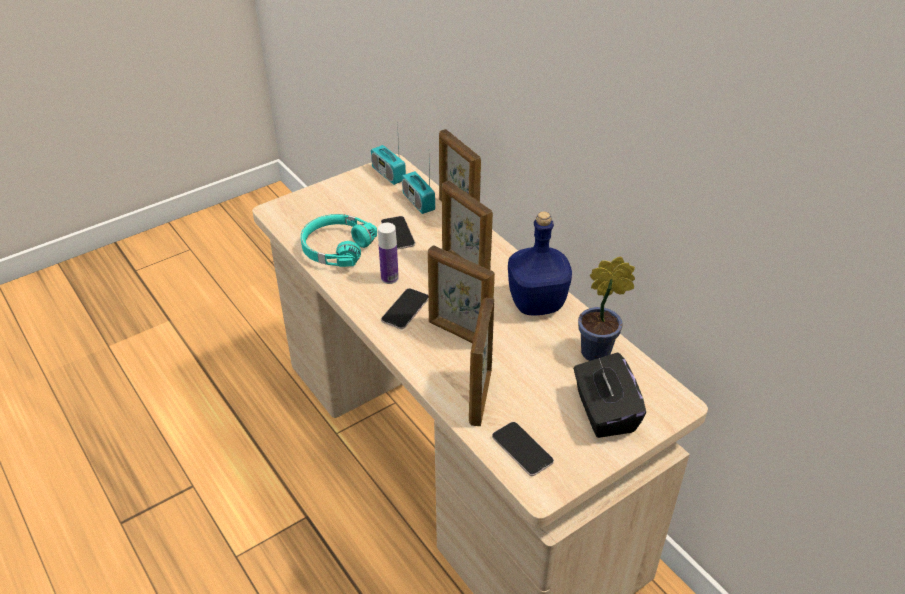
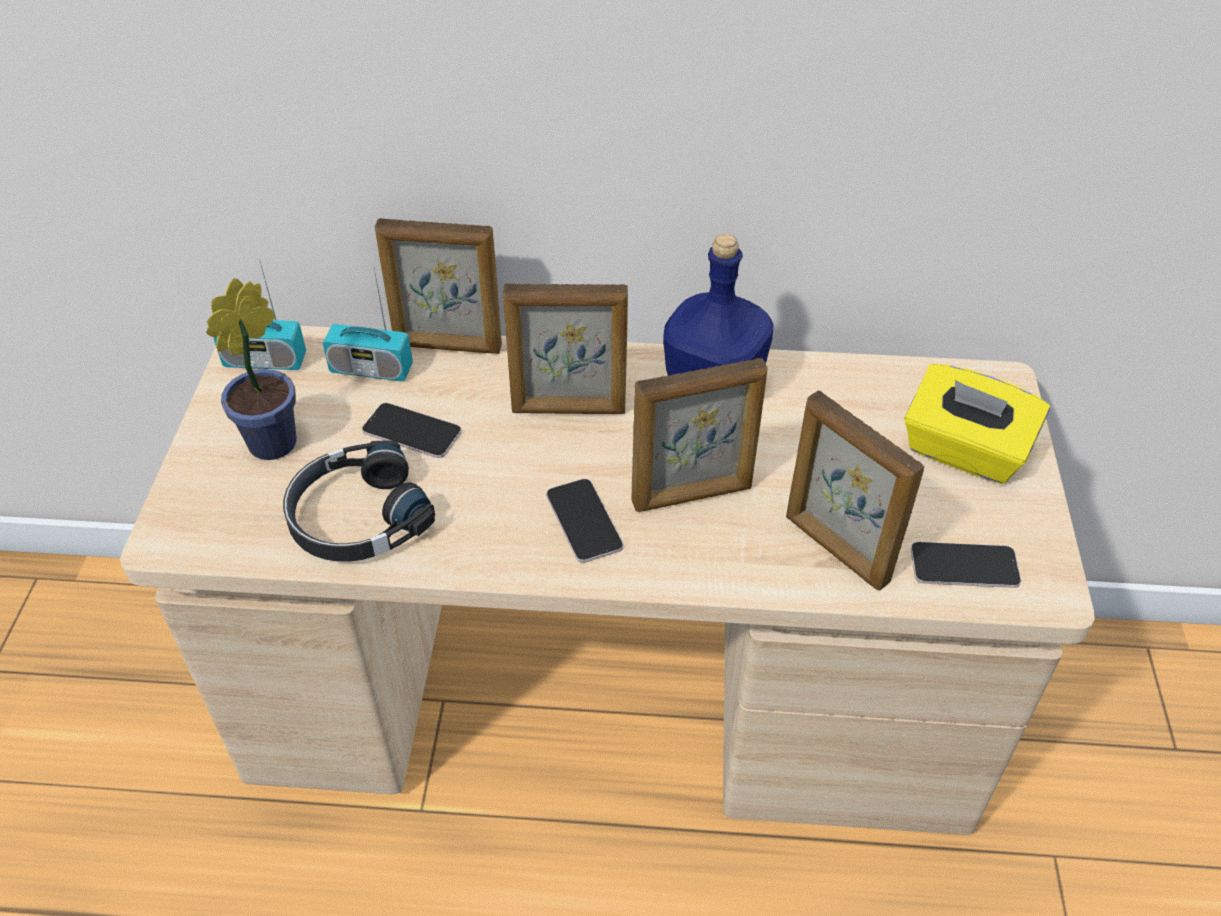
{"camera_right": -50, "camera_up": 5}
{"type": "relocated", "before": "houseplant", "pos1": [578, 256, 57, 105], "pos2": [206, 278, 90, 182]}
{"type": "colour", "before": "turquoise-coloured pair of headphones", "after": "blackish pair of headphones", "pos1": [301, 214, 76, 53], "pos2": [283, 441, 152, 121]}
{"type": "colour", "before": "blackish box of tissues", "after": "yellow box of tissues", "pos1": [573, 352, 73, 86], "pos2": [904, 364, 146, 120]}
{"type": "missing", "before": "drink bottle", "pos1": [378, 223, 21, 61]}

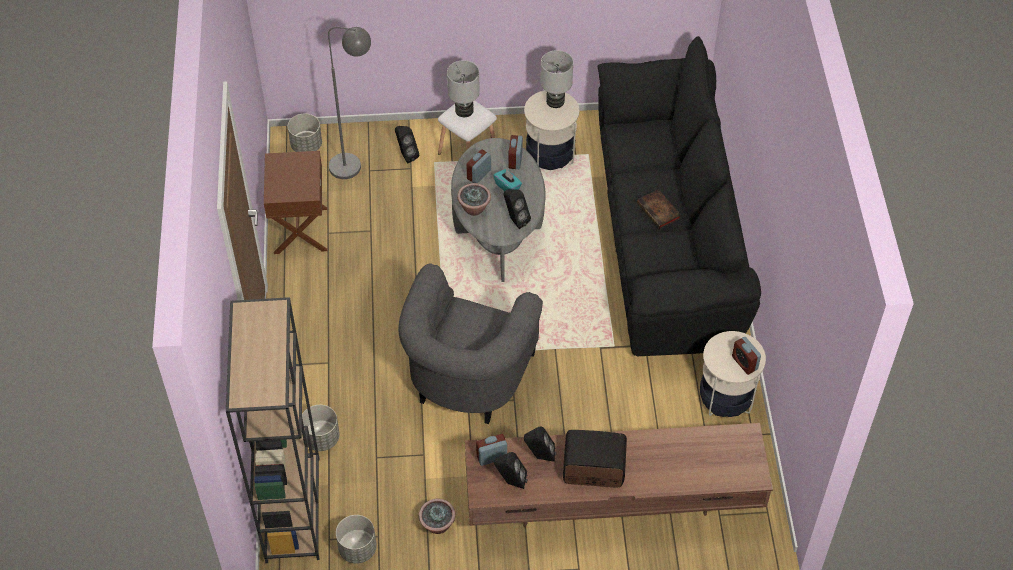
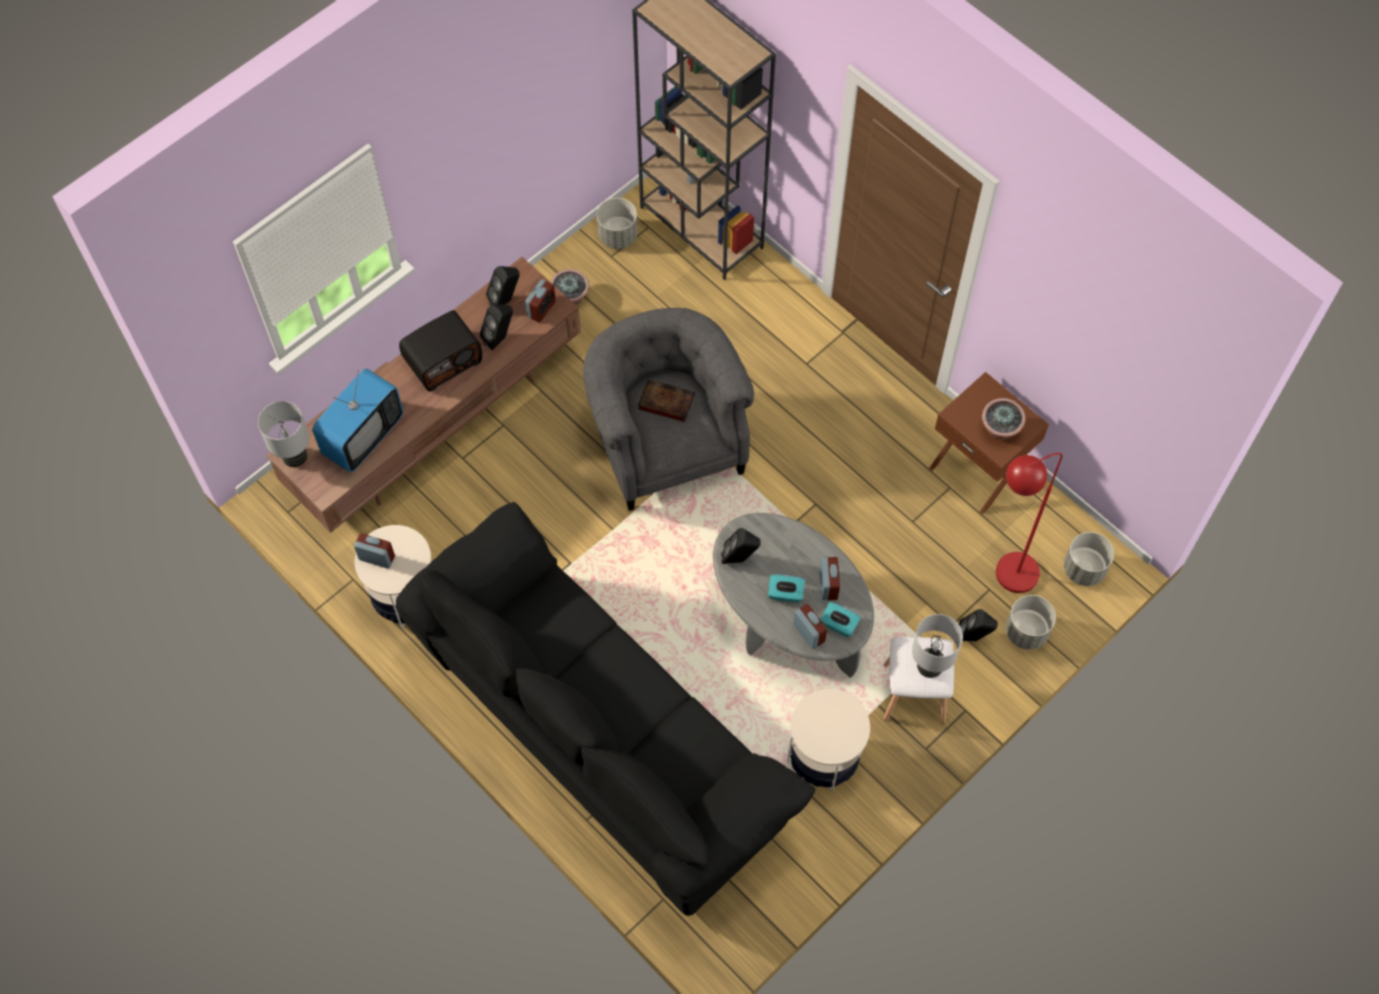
{"camera_right": 140, "camera_up": 10}
{"type": "relocated", "before": "gray lamp for a table", "pos1": [540, 50, 33, 58], "pos2": [258, 401, 51, 66]}
{"type": "appeared", "after": "TV", "pos2": [312, 369, 92, 104]}
{"type": "relocated", "before": "book", "pos1": [637, 189, 44, 40], "pos2": [638, 379, 57, 43]}
{"type": "appeared", "after": "turquoise-coloured box of tissues", "pos2": [820, 602, 41, 35]}
{"type": "relocated", "before": "houseplant", "pos1": [457, 183, 34, 33], "pos2": [982, 398, 44, 41]}
{"type": "colour", "before": "gray floor lamp", "after": "red floor lamp", "pos1": [328, 27, 43, 152], "pos2": [996, 452, 67, 141]}
{"type": "relocated", "before": "gray planter", "pos1": [302, 405, 38, 46], "pos2": [1006, 595, 50, 55]}

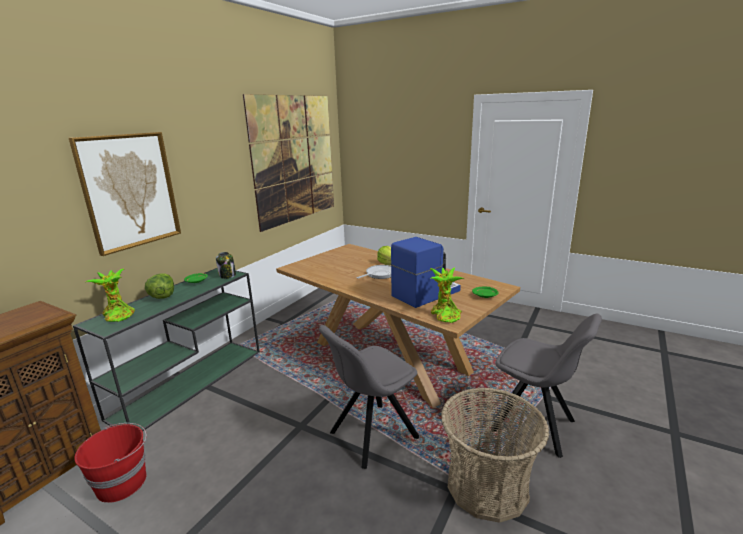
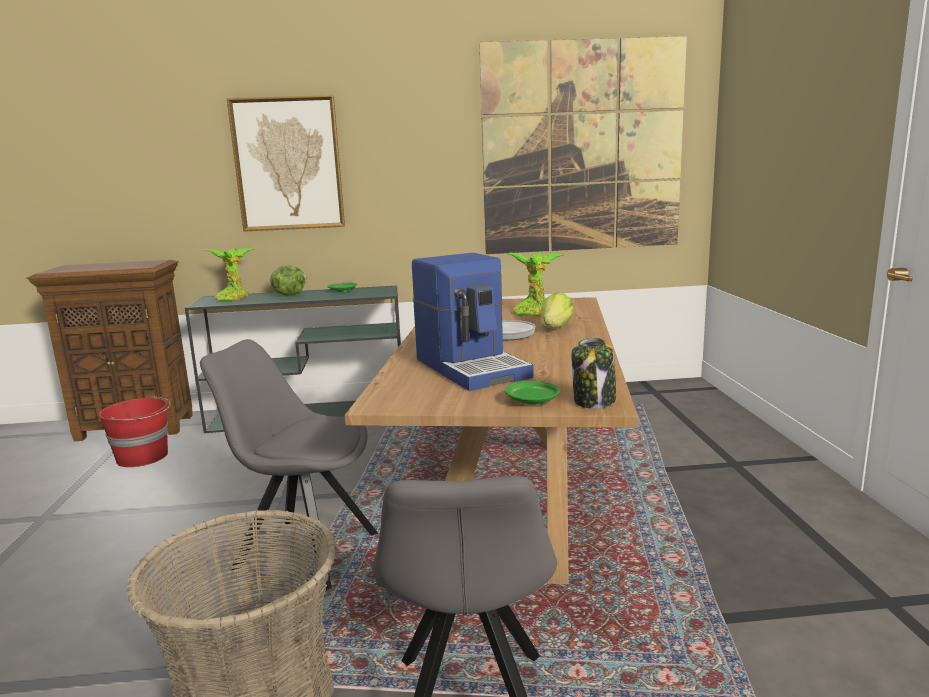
{"camera_right": 55, "camera_up": -5}
{"type": "spun", "before": "coffee machine", "pos1": [391, 237, 70, 71], "pos2": [412, 253, 122, 138], "turn": 45}
{"type": "relocated", "before": "houseplant", "pos1": [430, 267, 35, 56], "pos2": [507, 252, 57, 64]}
{"type": "relocated", "before": "jar", "pos1": [216, 252, 20, 27], "pos2": [572, 338, 44, 71]}

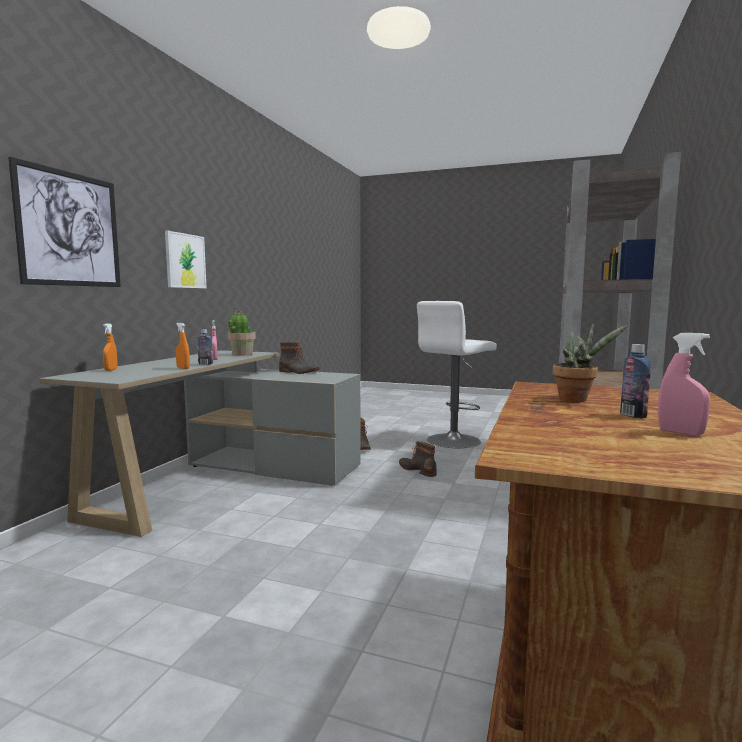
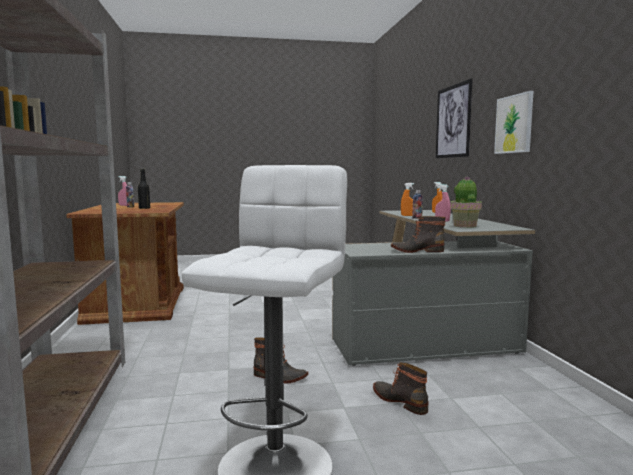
{"camera_right": 150, "camera_up": 0}
{"type": "exchanged", "before": "houseplant", "after": "blackish drink bottle", "pos1": [553, 323, 75, 79], "pos2": [138, 169, 12, 40]}

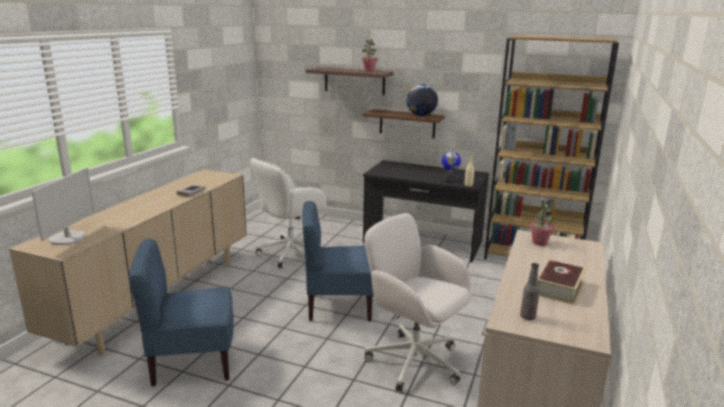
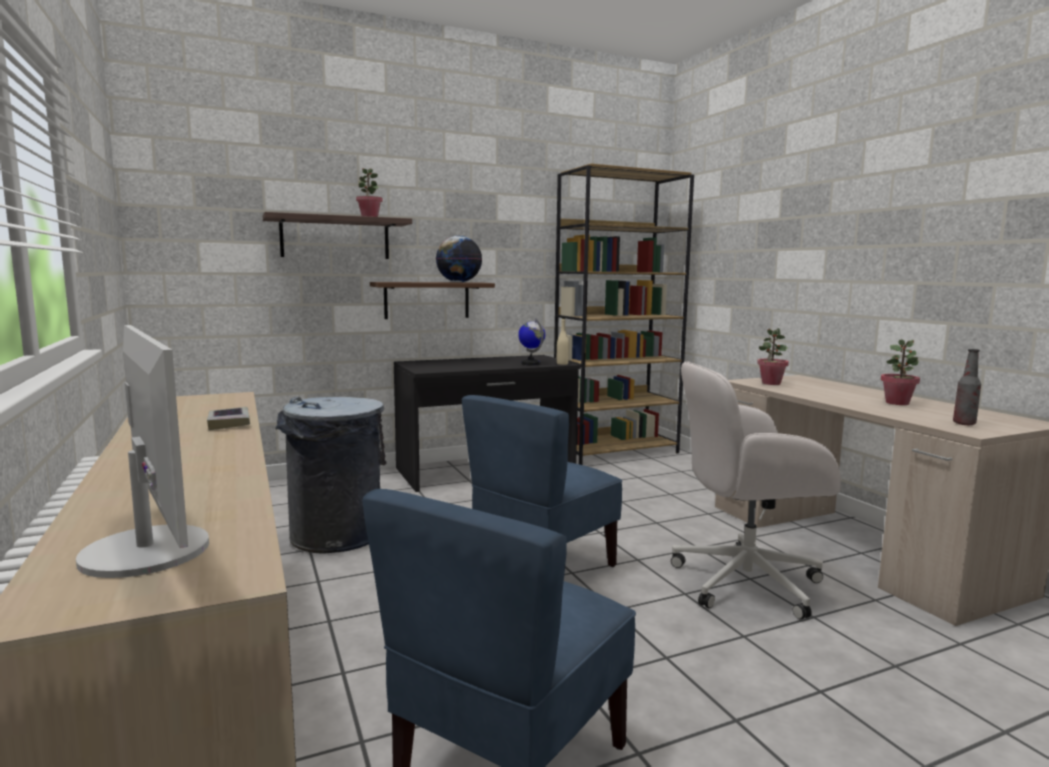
{"camera_right": -45, "camera_up": -10}
{"type": "exchanged", "before": "whitish desk chair", "after": "gray rubbish bin", "pos1": [250, 158, 77, 110], "pos2": [275, 397, 111, 156]}
{"type": "exchanged", "before": "book", "after": "houseplant", "pos1": [537, 260, 49, 45], "pos2": [881, 339, 39, 66]}

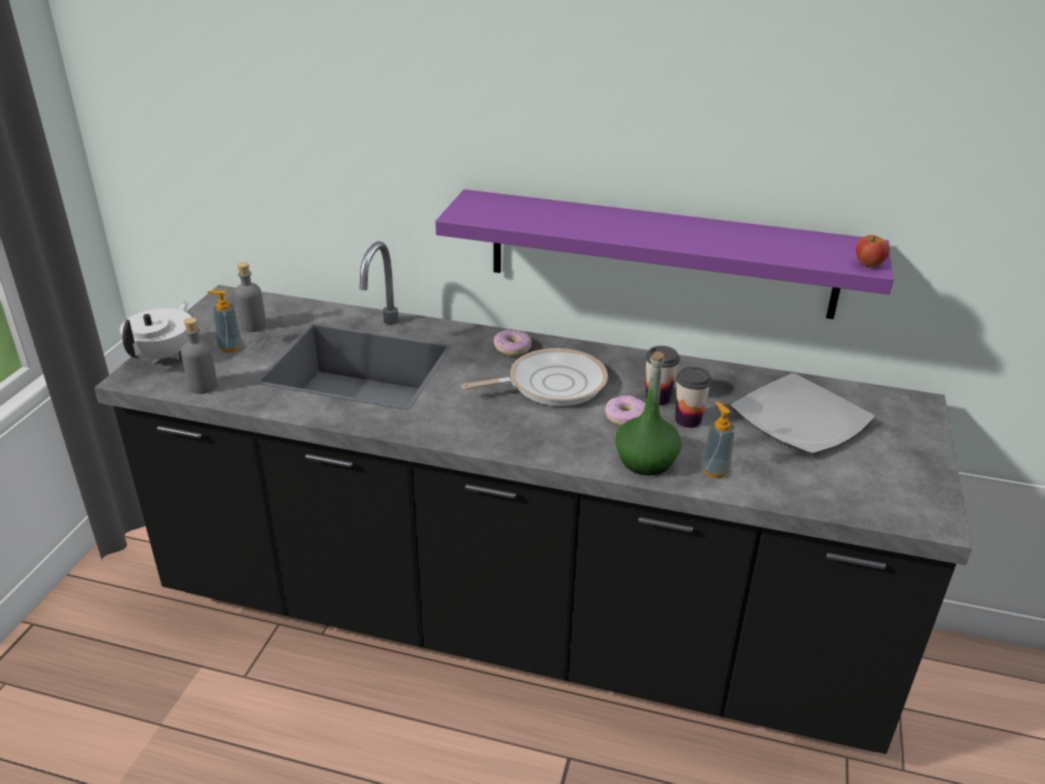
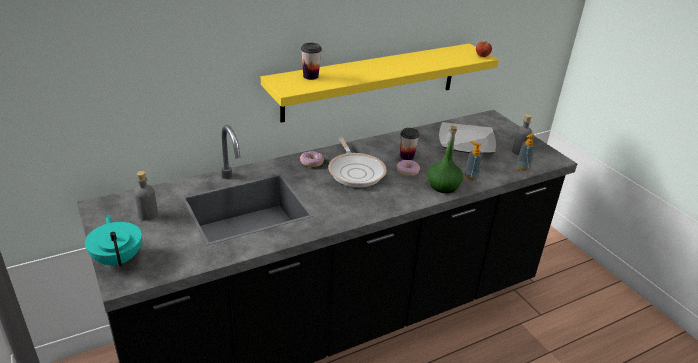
{"camera_right": -45, "camera_up": 0}
{"type": "colour", "before": "whitish pot for tea", "after": "turquoise-coloured pot for tea", "pos1": [120, 301, 72, 63], "pos2": [85, 215, 57, 52]}
{"type": "colour", "before": "purplish bracket shelf", "after": "yellow bracket shelf", "pos1": [435, 189, 458, 130], "pos2": [261, 44, 238, 79]}
{"type": "relocated", "before": "drinking cup", "pos1": [675, 366, 37, 62], "pos2": [301, 43, 21, 37]}
{"type": "spun", "before": "frying pan", "pos1": [462, 348, 146, 58], "pos2": [328, 137, 58, 50], "turn": 135}
{"type": "relocated", "before": "gray drink bottle", "pos1": [181, 318, 37, 76], "pos2": [512, 114, 20, 41]}
{"type": "relocated", "before": "liquid soap bottle", "pos1": [208, 291, 34, 62], "pos2": [517, 133, 18, 37]}

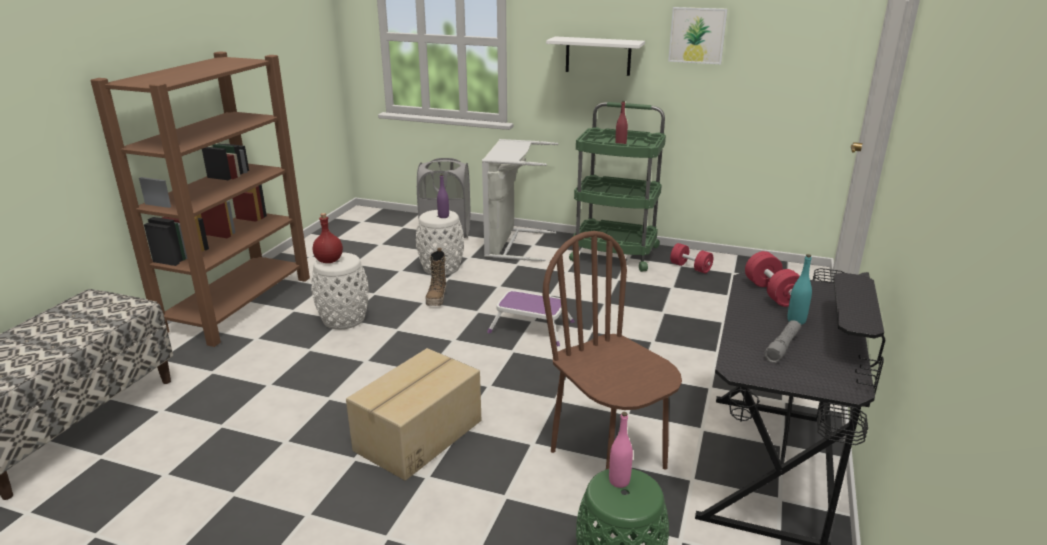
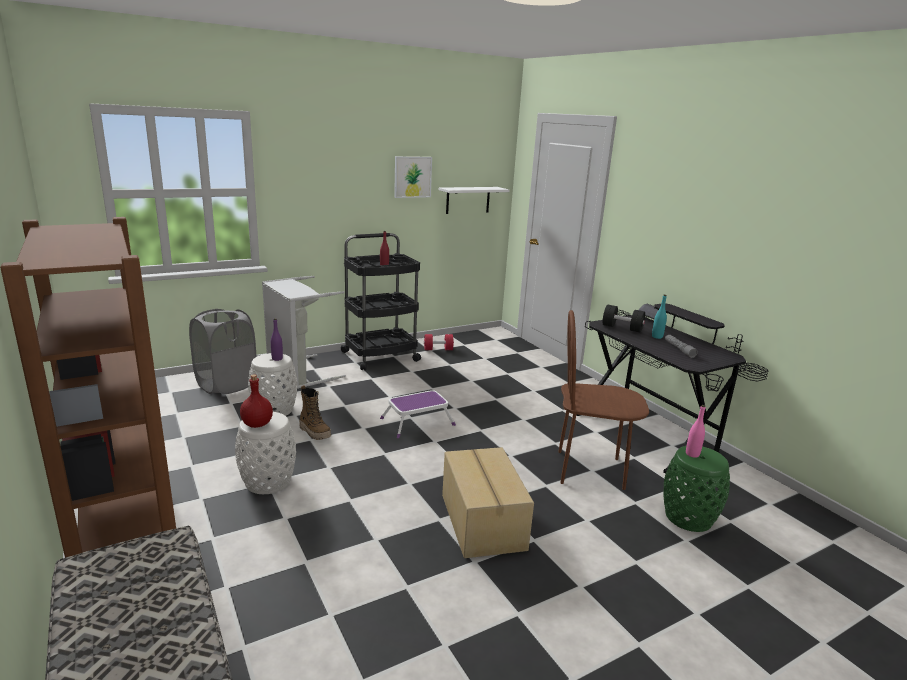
{"camera_right": -50, "camera_up": -5}
{"type": "colour", "before": "green-coloured wheeled cart", "after": "blackish wheeled cart", "pos1": [569, 102, 97, 170], "pos2": [341, 233, 80, 137]}
{"type": "relocated", "before": "whitish bracket shelf", "pos1": [546, 36, 99, 40], "pos2": [439, 187, 71, 27]}
{"type": "colour", "before": "red dumbbell", "after": "blackish dumbbell", "pos1": [745, 251, 55, 56], "pos2": [603, 305, 42, 28]}

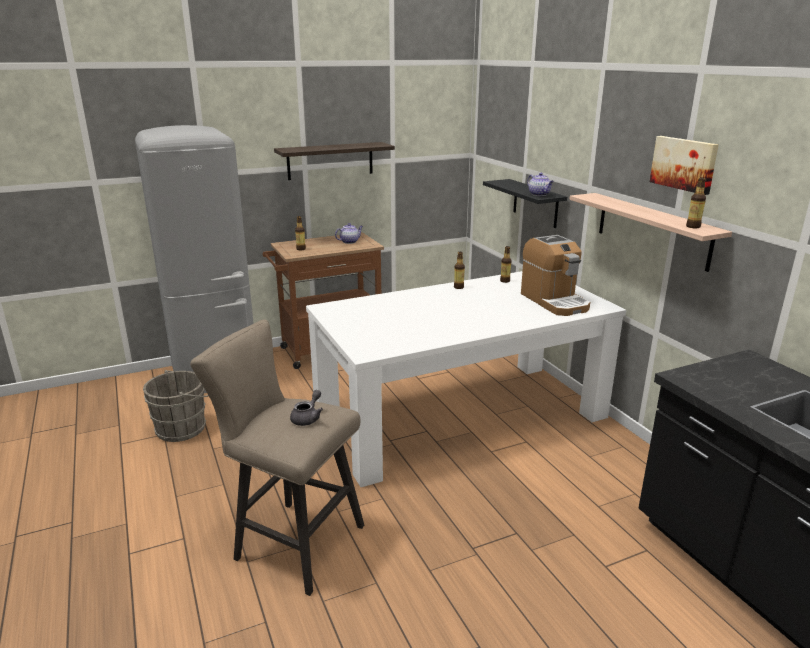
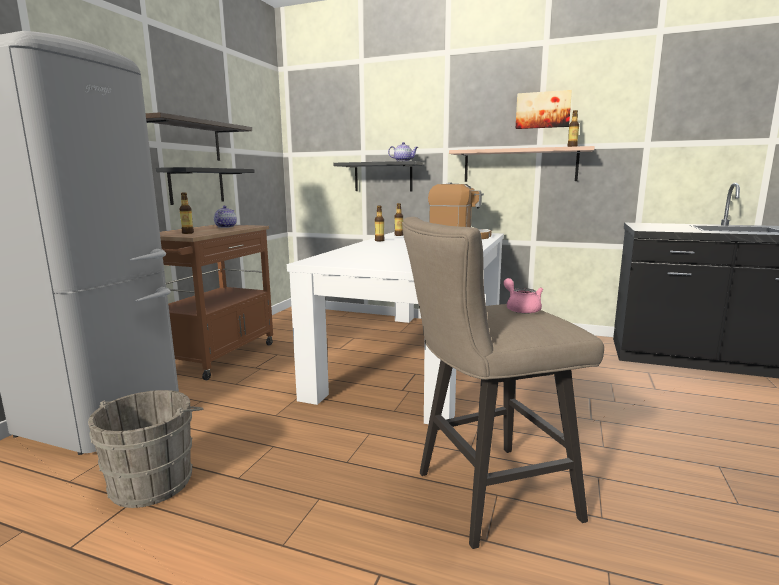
{"camera_right": -45, "camera_up": -10}
{"type": "appeared", "after": "blackish bracket shelf", "pos2": [156, 167, 99, 38]}
{"type": "colour", "before": "gray pot for tea", "after": "pink pot for tea", "pos1": [290, 390, 33, 36], "pos2": [503, 278, 40, 36]}

